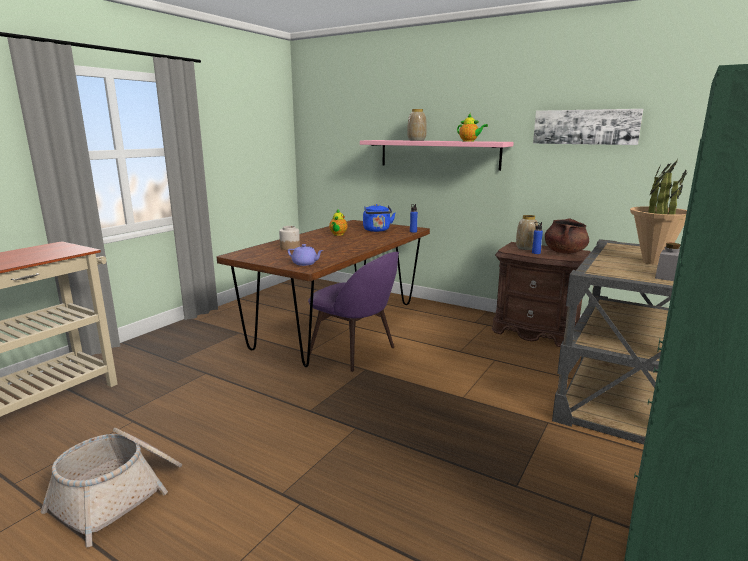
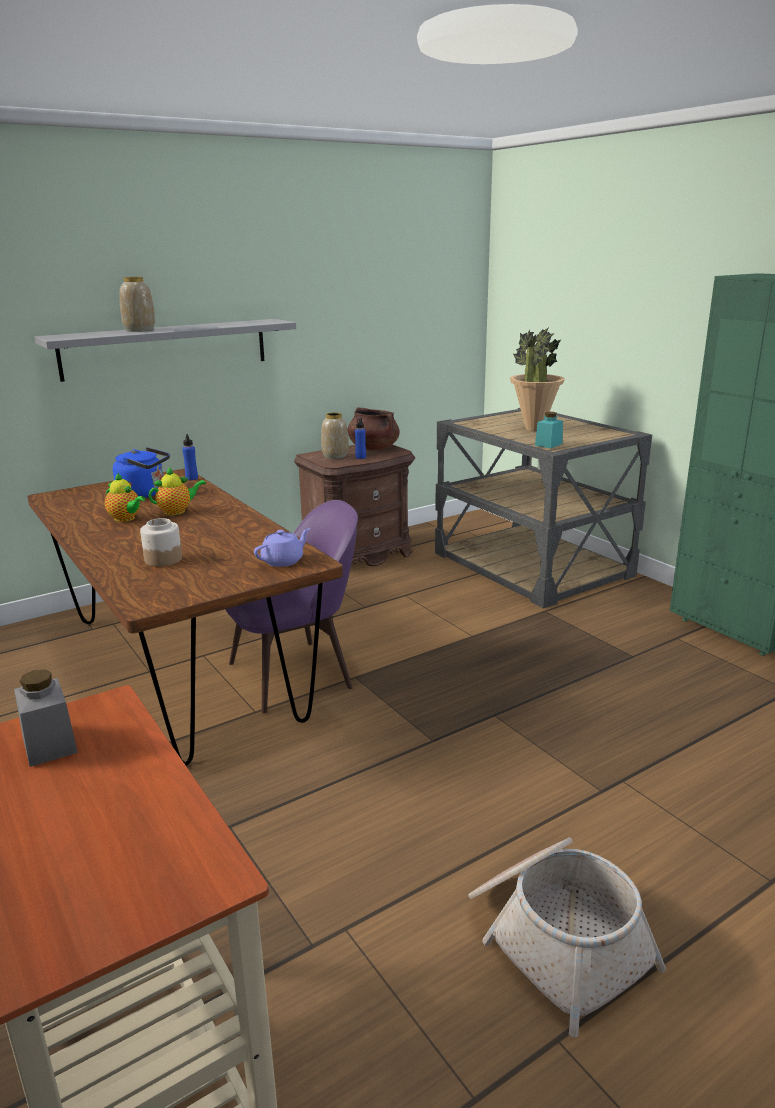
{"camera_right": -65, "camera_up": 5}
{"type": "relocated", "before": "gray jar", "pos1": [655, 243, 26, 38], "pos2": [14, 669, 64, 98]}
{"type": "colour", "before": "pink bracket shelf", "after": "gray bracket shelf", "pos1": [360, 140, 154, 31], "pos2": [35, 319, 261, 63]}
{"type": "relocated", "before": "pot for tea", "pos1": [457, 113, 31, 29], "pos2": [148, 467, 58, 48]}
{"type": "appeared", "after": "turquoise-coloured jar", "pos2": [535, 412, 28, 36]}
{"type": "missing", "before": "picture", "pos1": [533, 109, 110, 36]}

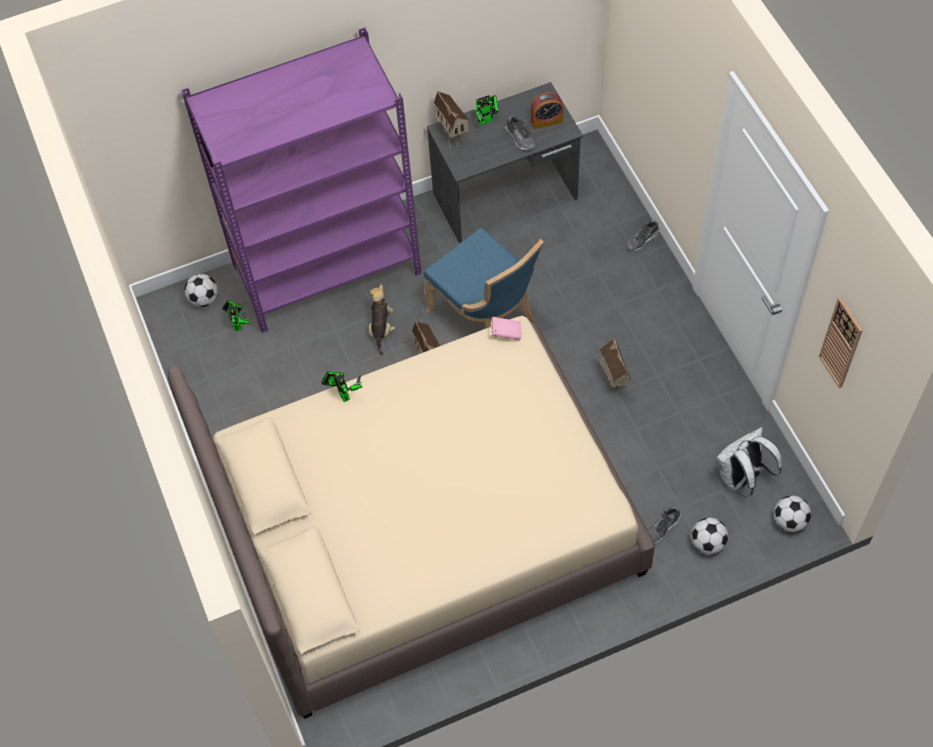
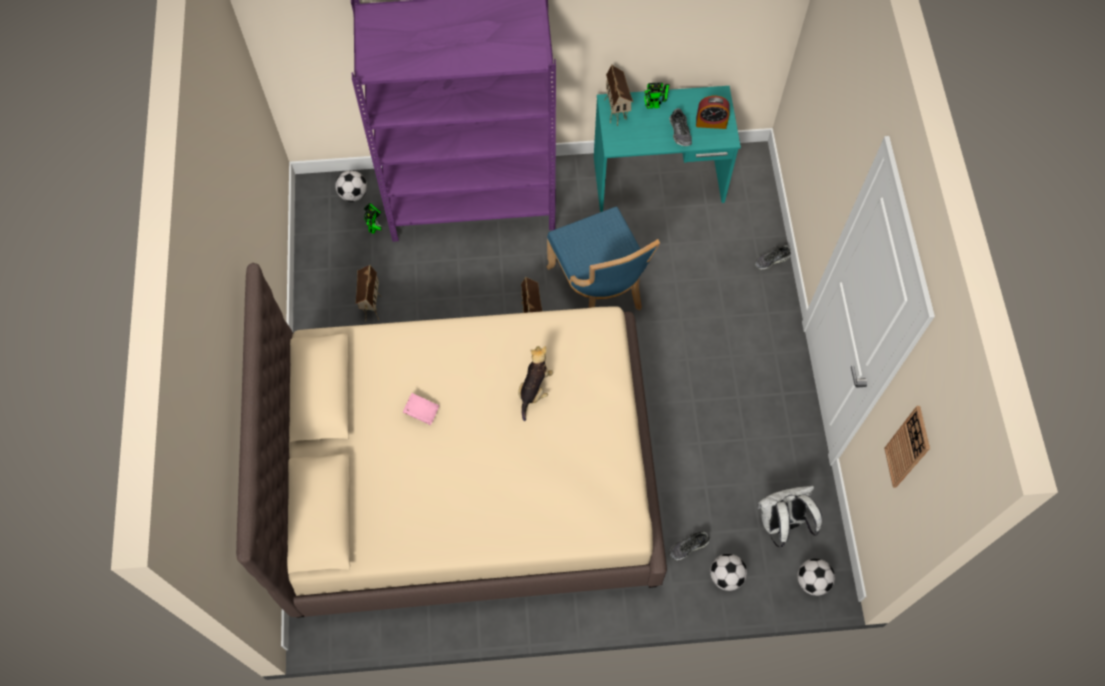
{"camera_right": 15, "camera_up": 5}
{"type": "relocated", "before": "miniature house", "pos1": [599, 338, 32, 62], "pos2": [355, 265, 26, 57]}
{"type": "relocated", "before": "pink book", "pos1": [491, 317, 30, 23], "pos2": [403, 393, 36, 32]}
{"type": "relocated", "before": "cuddly toy", "pos1": [369, 284, 26, 72], "pos2": [518, 346, 35, 75]}
{"type": "colour", "before": "gray desk", "after": "turquoise-coloured desk", "pos1": [427, 82, 156, 161], "pos2": [594, 86, 147, 126]}
{"type": "missing", "before": "model robot", "pos1": [321, 371, 41, 31]}

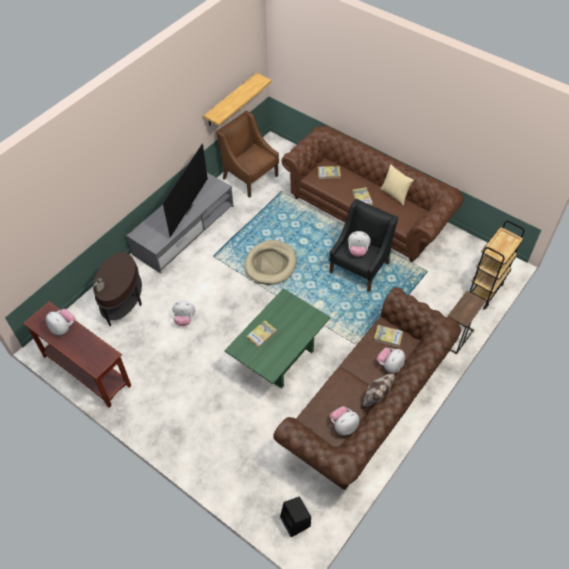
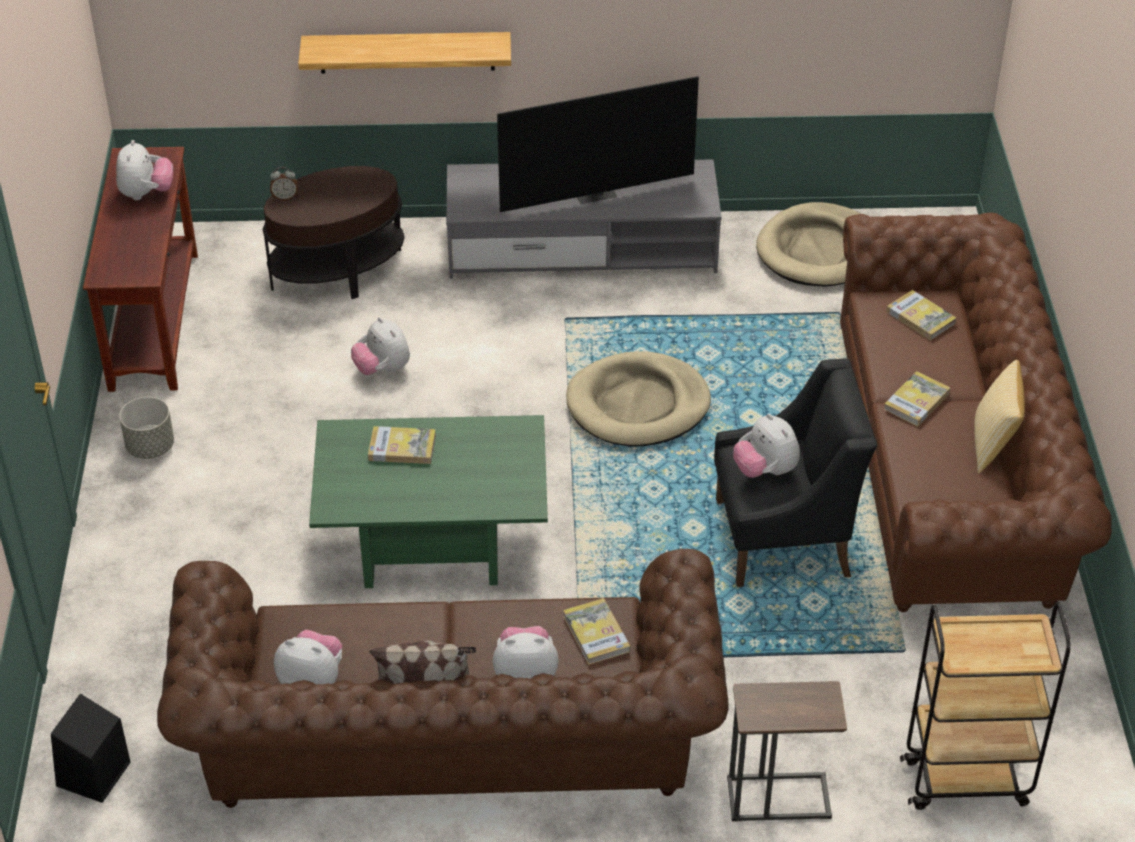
{"camera_right": 50, "camera_up": -10}
{"type": "appeared", "after": "gray planter", "pos2": [119, 397, 55, 62]}
{"type": "relocated", "before": "bracket shelf", "pos1": [203, 73, 69, 53], "pos2": [298, 32, 213, 42]}
{"type": "exchanged", "before": "brown lounge chair", "after": "sand-coloured pet bed", "pos1": [216, 111, 63, 87], "pos2": [756, 202, 105, 84]}

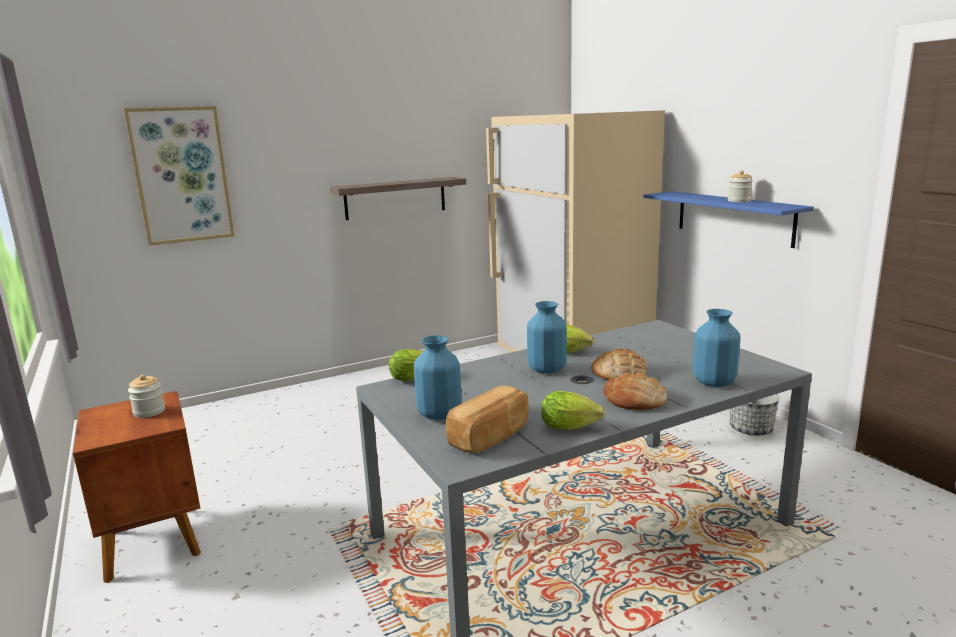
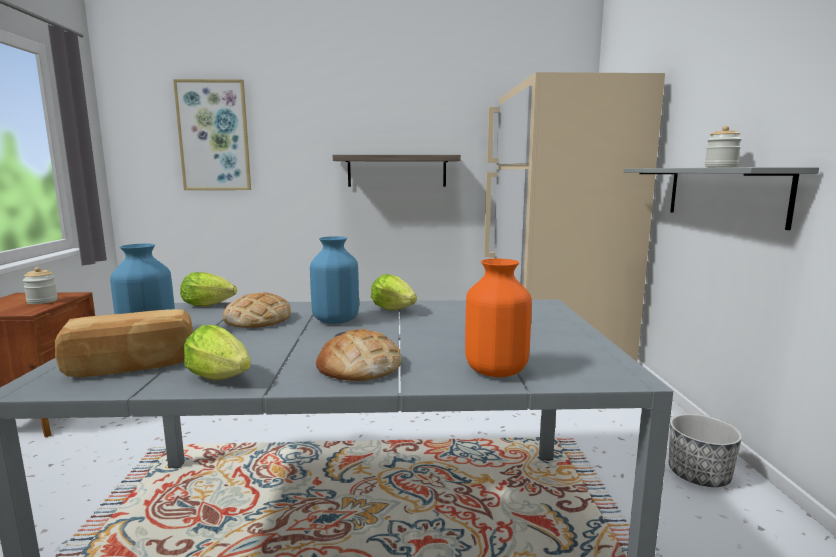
{"camera_right": 25, "camera_up": -5}
{"type": "relocated", "before": "bread", "pos1": [591, 349, 56, 31], "pos2": [223, 292, 68, 36]}
{"type": "colour", "before": "bluish flower vase", "after": "orange-coloured flower vase", "pos1": [693, 309, 48, 78], "pos2": [465, 259, 67, 118]}
{"type": "colour", "before": "bluish bracket shelf", "after": "gray bracket shelf", "pos1": [643, 191, 171, 57], "pos2": [624, 167, 195, 63]}

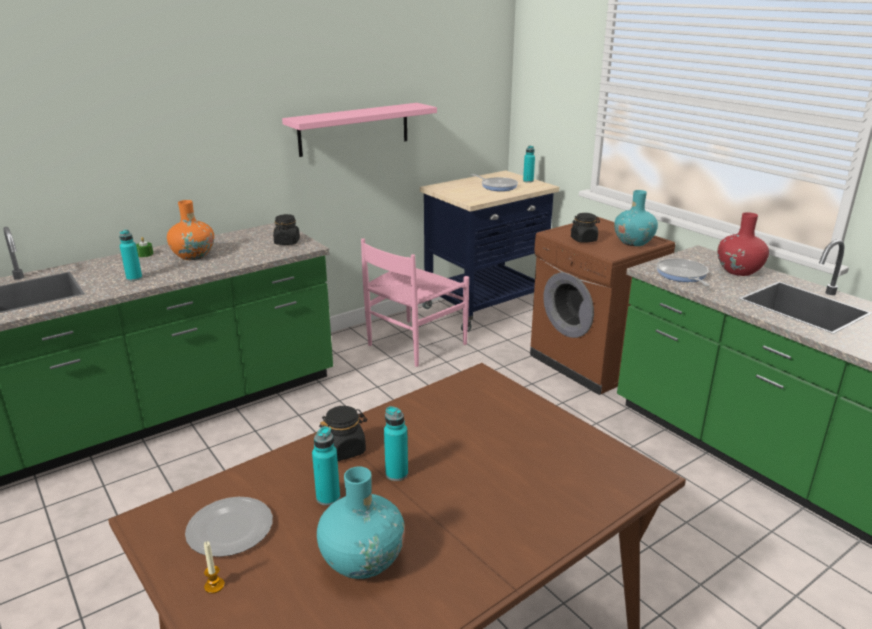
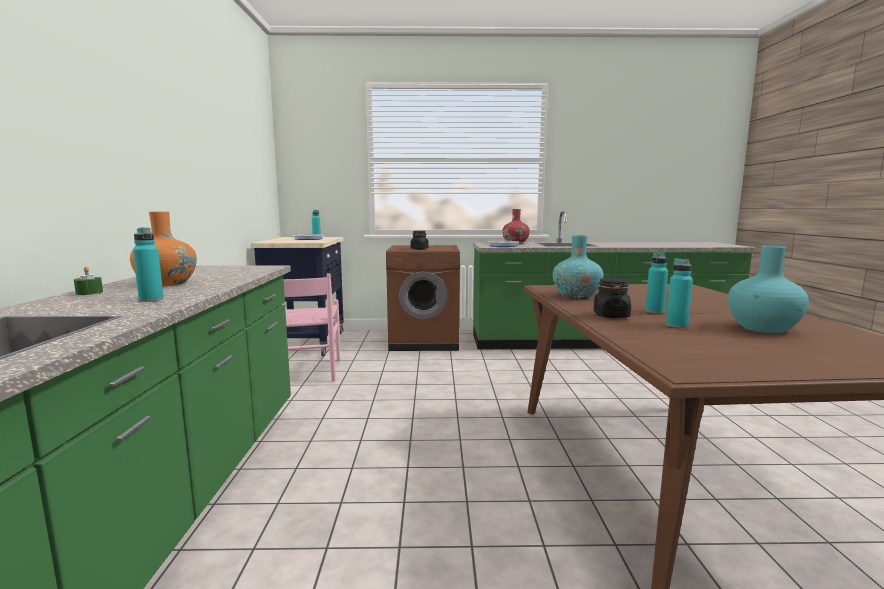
{"camera_right": -55, "camera_up": -15}
{"type": "relocated", "before": "turquoise-coloured flower vase", "pos1": [614, 190, 44, 56], "pos2": [553, 235, 50, 64]}
{"type": "missing", "before": "flat dish", "pos1": [185, 497, 88, 60]}
{"type": "missing", "before": "wax candle", "pos1": [204, 541, 21, 53]}
{"type": "missing", "before": "blackish jar", "pos1": [273, 214, 27, 31]}
{"type": "missing", "before": "pink bracket shelf", "pos1": [282, 103, 155, 54]}

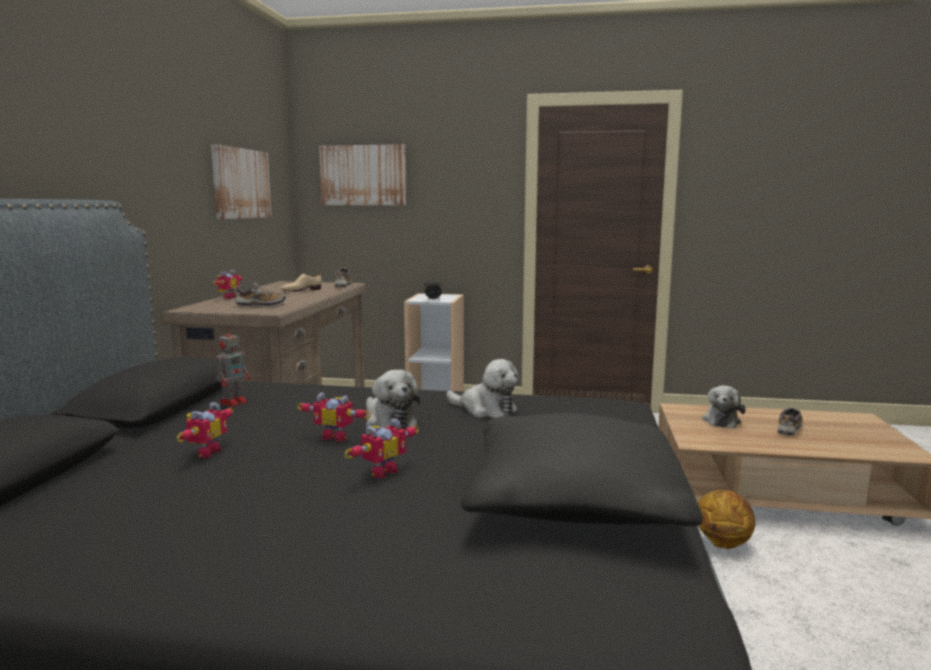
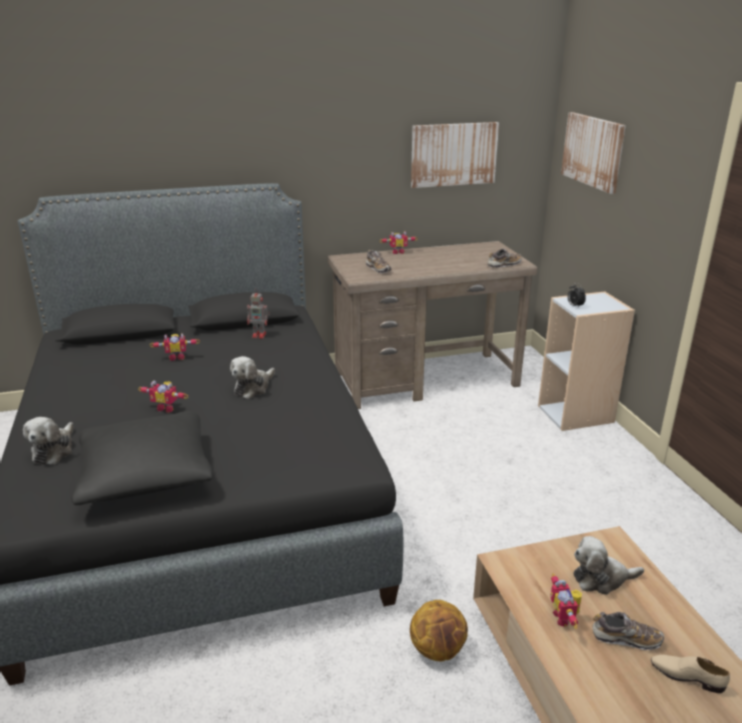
{"camera_right": 65, "camera_up": 15}
{"type": "relocated", "before": "cuddly toy", "pos1": [446, 359, 73, 59], "pos2": [23, 417, 50, 47]}
{"type": "relocated", "before": "model robot", "pos1": [297, 393, 74, 49], "pos2": [550, 574, 32, 55]}
{"type": "relocated", "before": "sand-coloured shoe", "pos1": [281, 274, 41, 18], "pos2": [651, 655, 79, 38]}

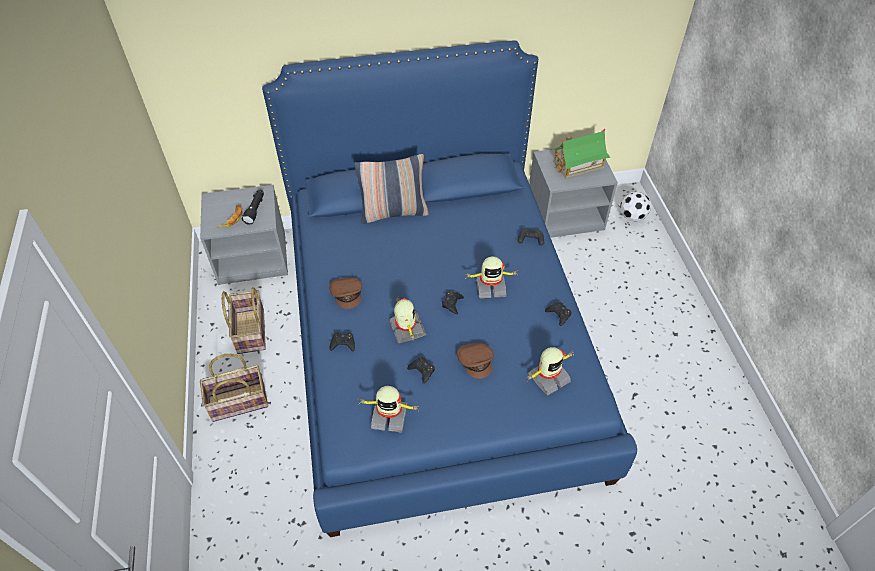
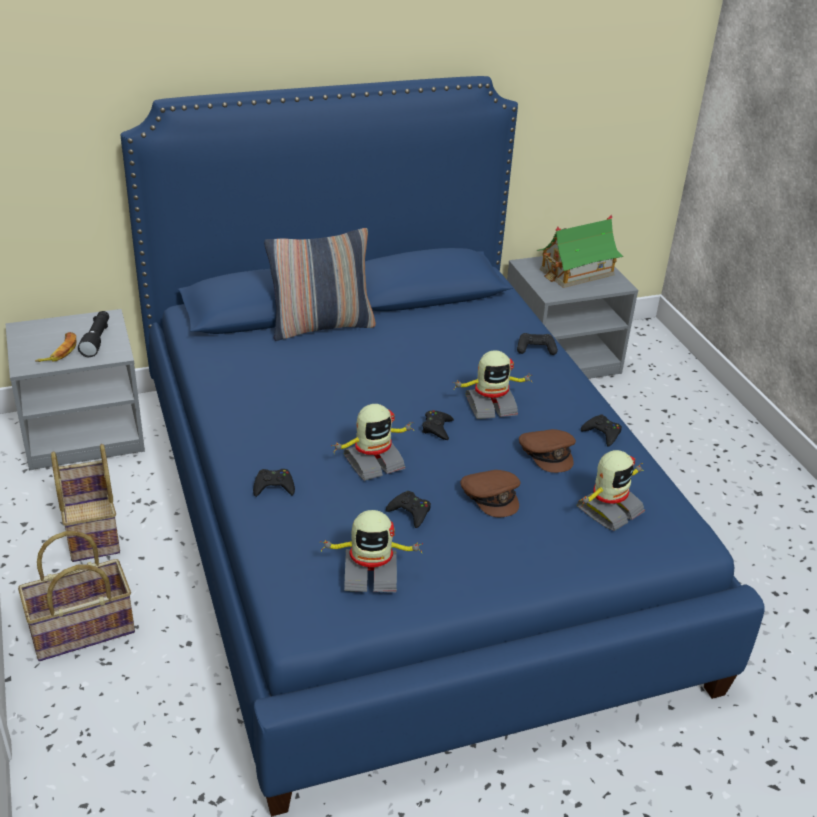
{"camera_right": -10, "camera_up": -15}
{"type": "spun", "before": "model robot", "pos1": [389, 296, 37, 47], "pos2": [331, 404, 83, 77], "turn": 90}
{"type": "relocated", "before": "brown peaked cap", "pos1": [329, 278, 33, 31], "pos2": [519, 429, 57, 44]}
{"type": "missing", "before": "football ball", "pos1": [620, 192, 31, 29]}

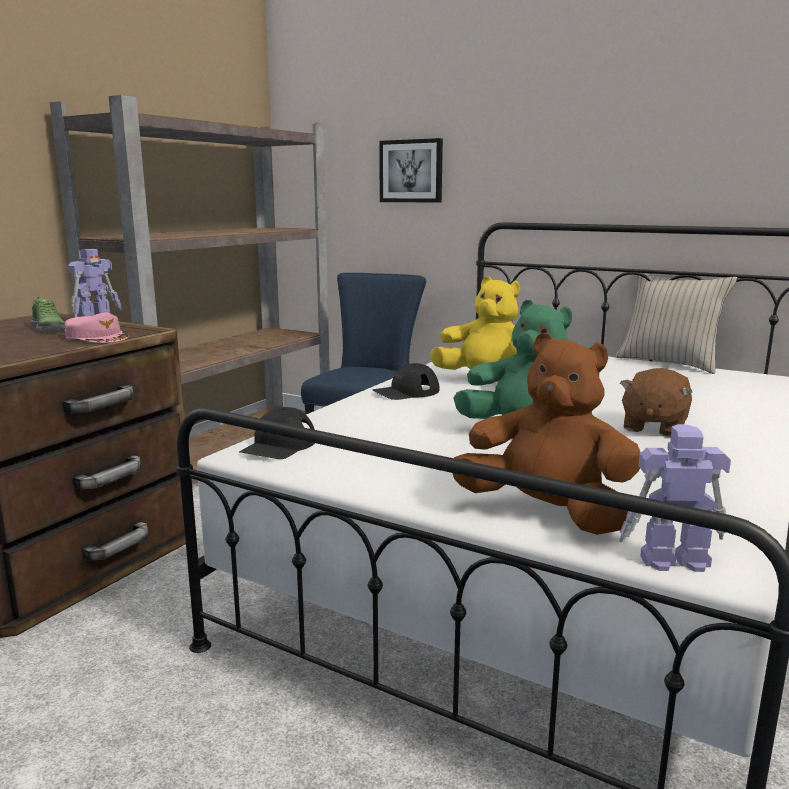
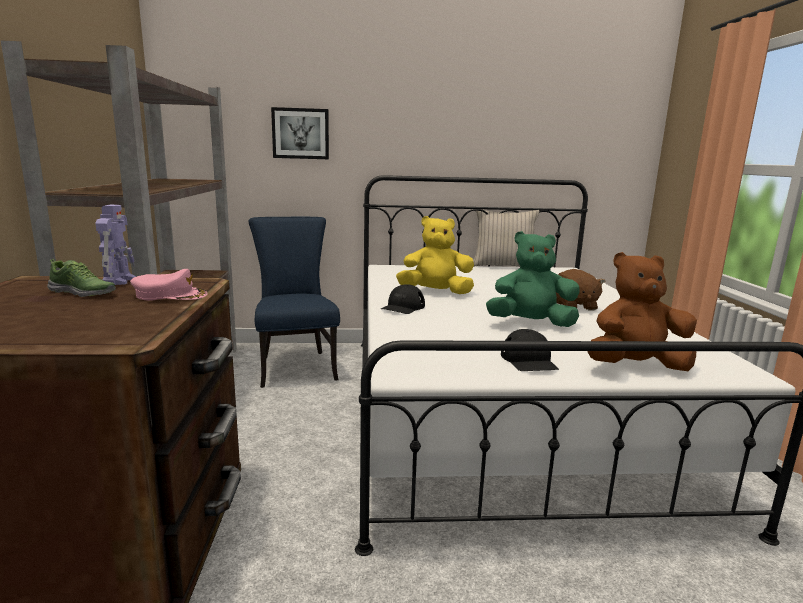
{"camera_right": -35, "camera_up": 0}
{"type": "relocated", "before": "blackish peaked cap", "pos1": [239, 407, 76, 52], "pos2": [501, 329, 58, 42]}
{"type": "missing", "before": "model robot", "pos1": [619, 424, 112, 148]}

